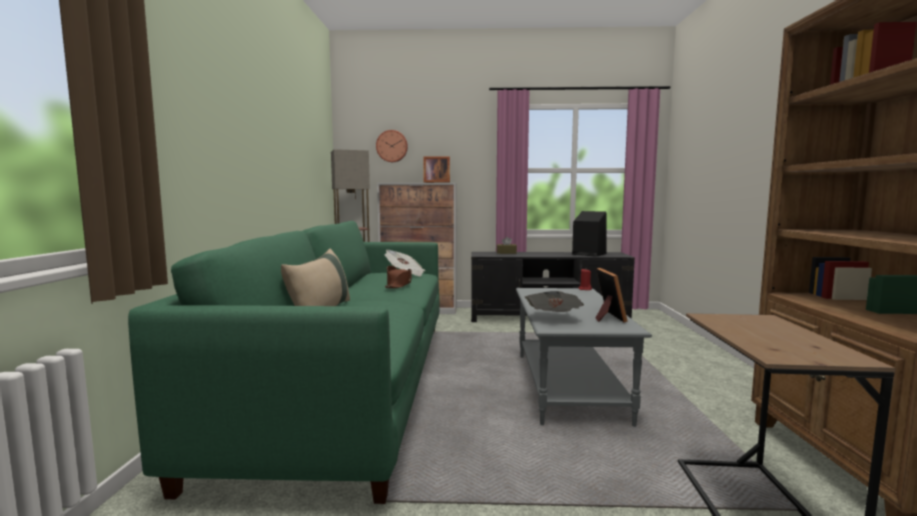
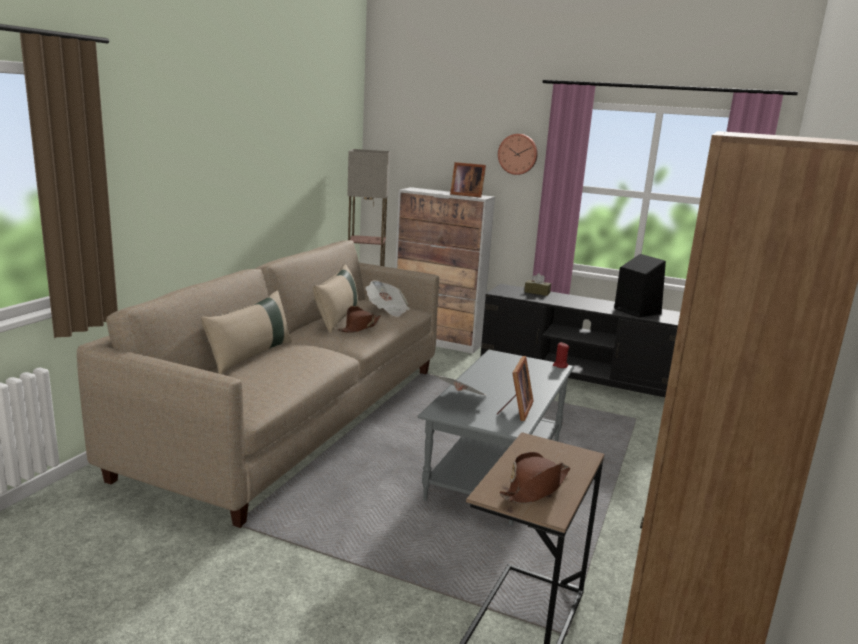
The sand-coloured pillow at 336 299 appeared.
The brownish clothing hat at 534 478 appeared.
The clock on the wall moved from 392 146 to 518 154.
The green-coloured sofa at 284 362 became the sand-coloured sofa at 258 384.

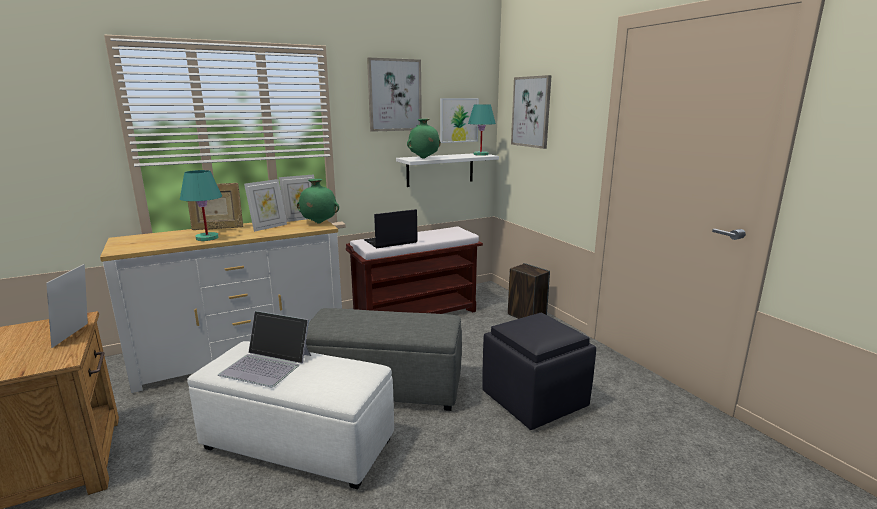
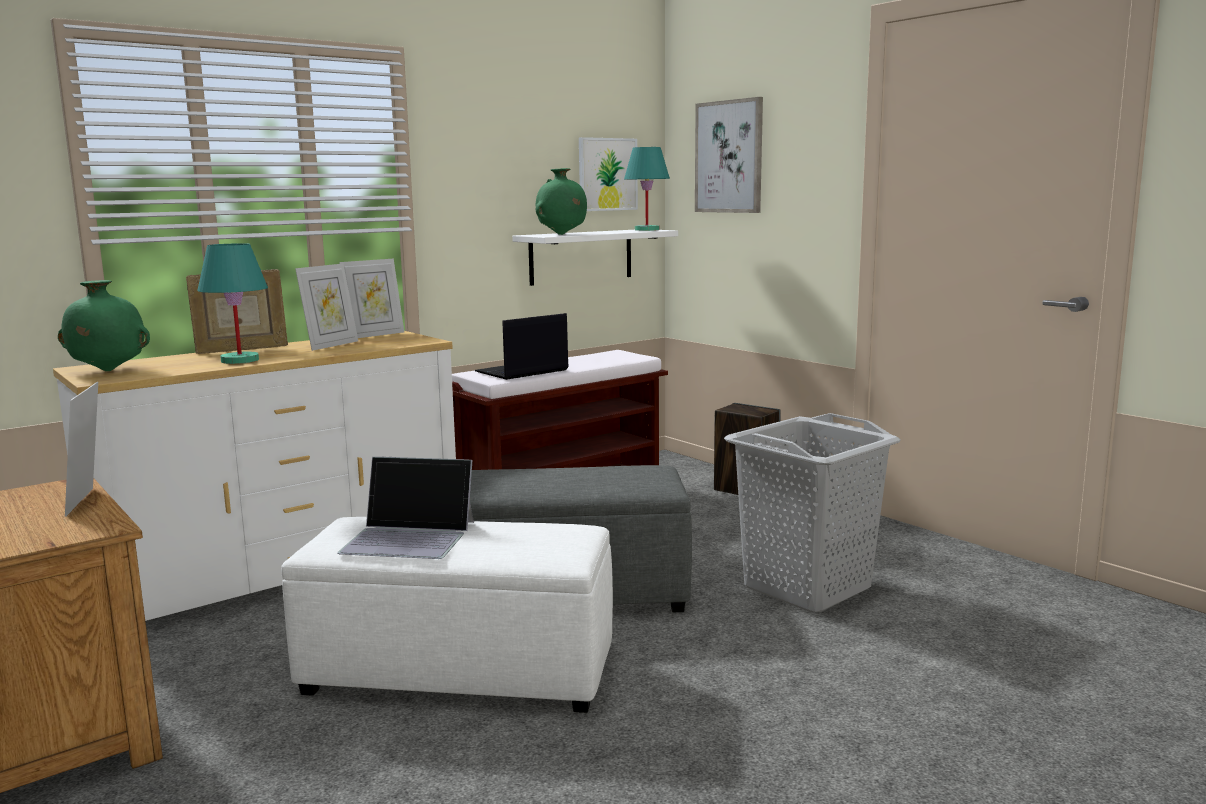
The wall picture at 394 94 disappeared.
The green-coloured flower vase moved from 318 201 to 104 325.
The blackish footrest at 539 371 was replaced by the greyish hamper at 812 512.

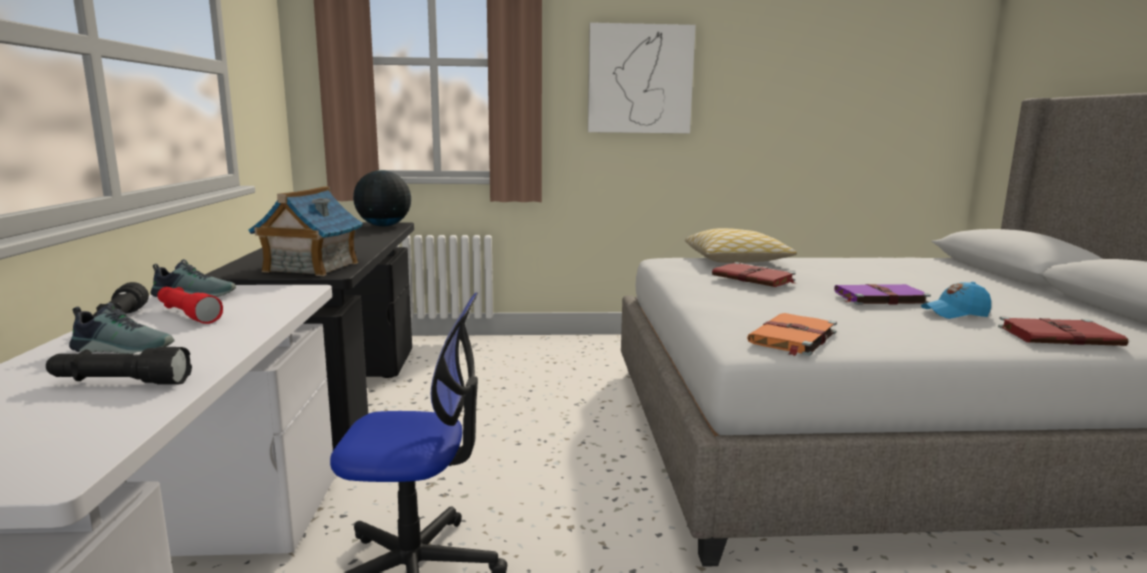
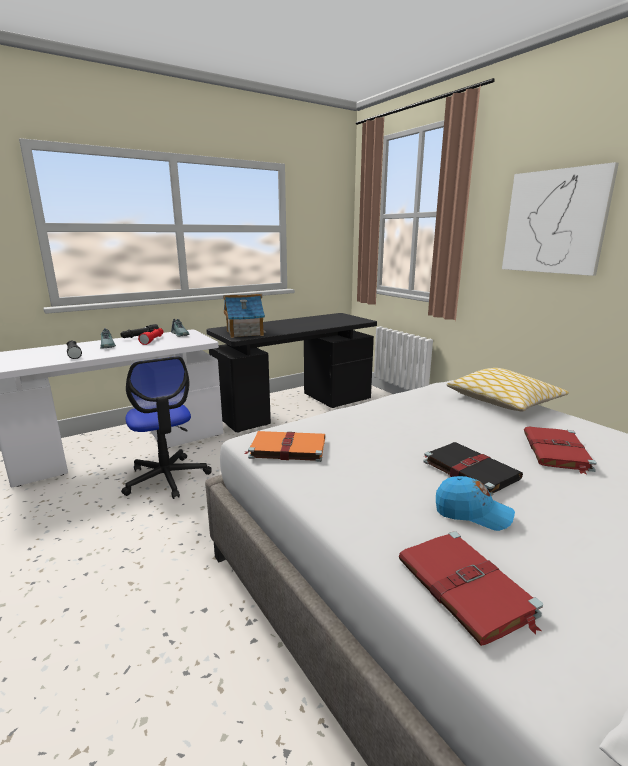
The globe at 382 198 disappeared.
The reddish bound book moved from 754 274 to 560 450.
The purple bound book at 882 294 became the blackish bound book at 473 469.
The blue-coloured cap at 956 300 turned 150 degrees clockwise.

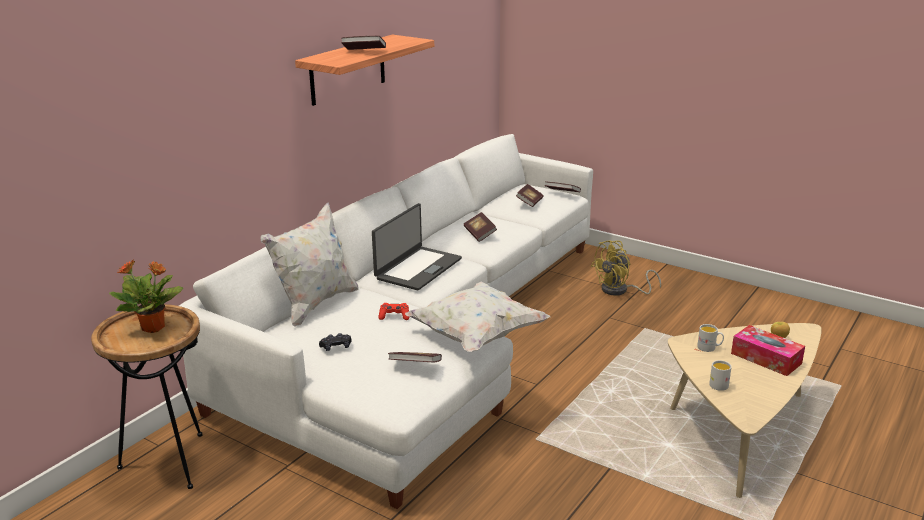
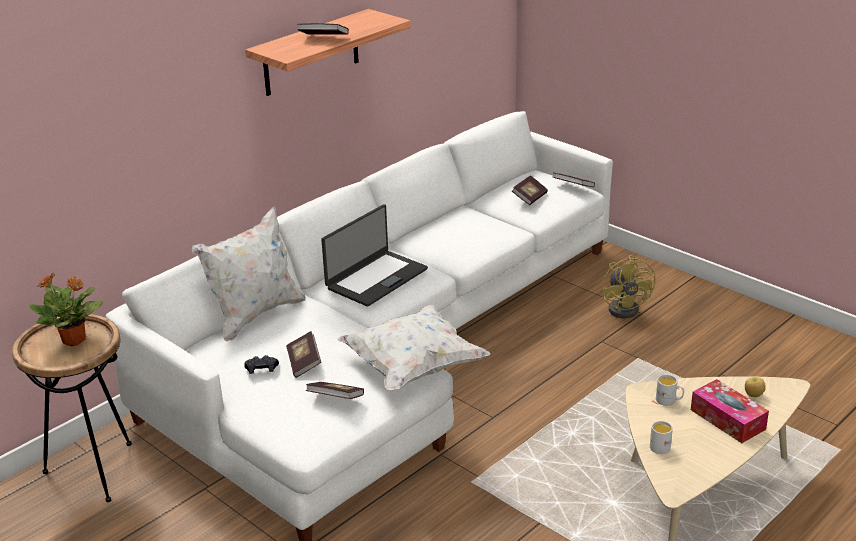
The reddish game controller at 394 311 disappeared.
The bound book moved from 480 227 to 303 354.
The yellow-coloured cooling fan at 626 268 turned 75 degrees counterclockwise.

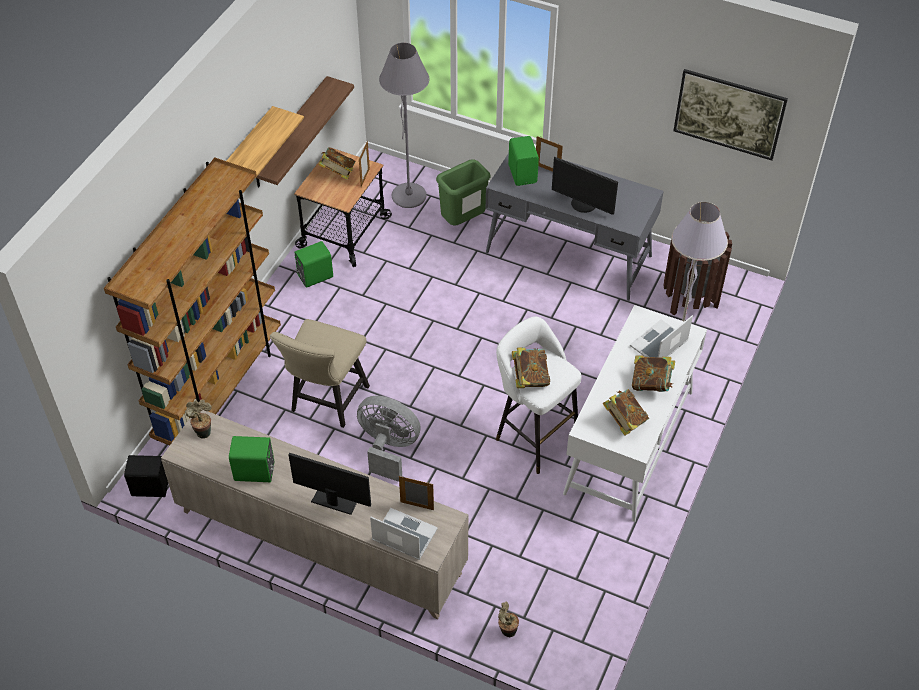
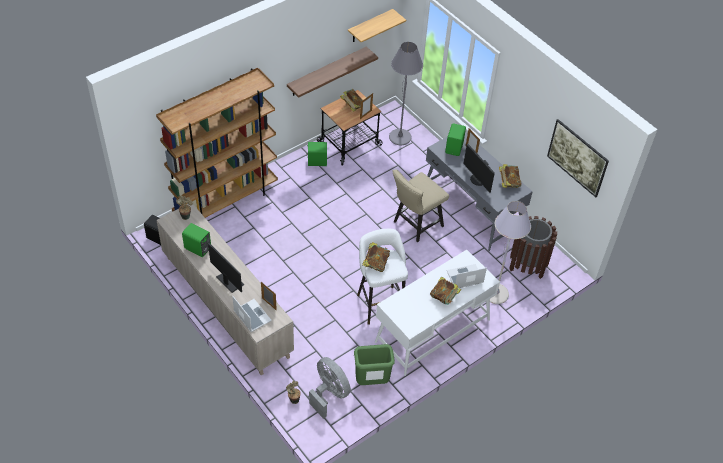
The wall shelf moved from 265 141 to 377 25.
The sand-coloured plain chair moved from 320 373 to 421 205.
The greyish cooling fan moved from 389 439 to 330 388.
The green-coloured trash can moved from 463 192 to 374 364.
The bound book moved from 626 412 to 510 176.

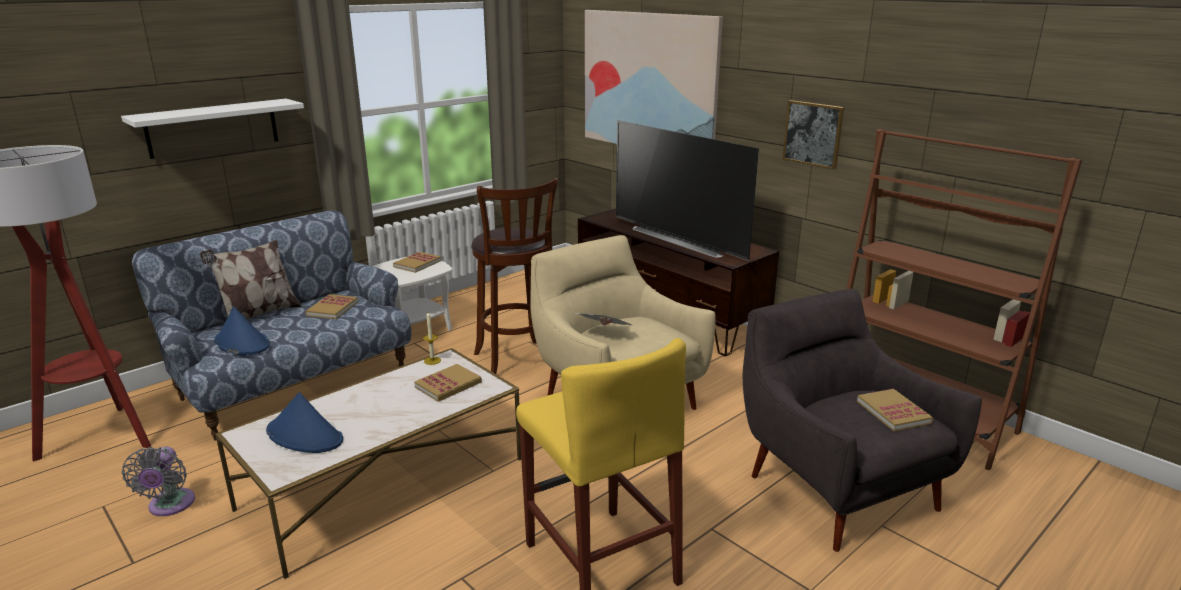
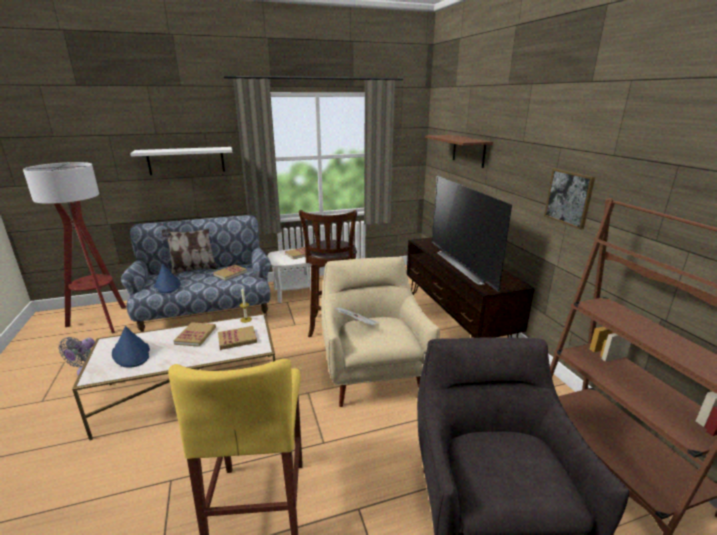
The bound book moved from 895 410 to 195 334.
The wall picture at 654 77 was replaced by the brownish wall shelf at 459 151.

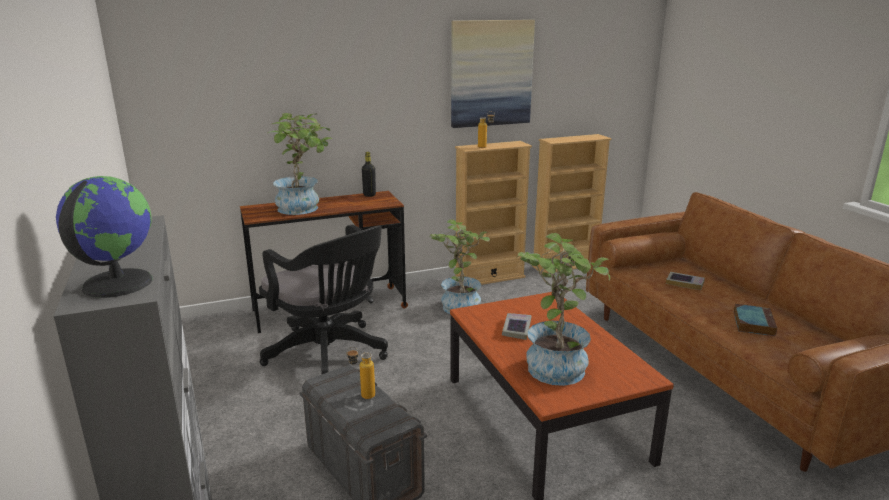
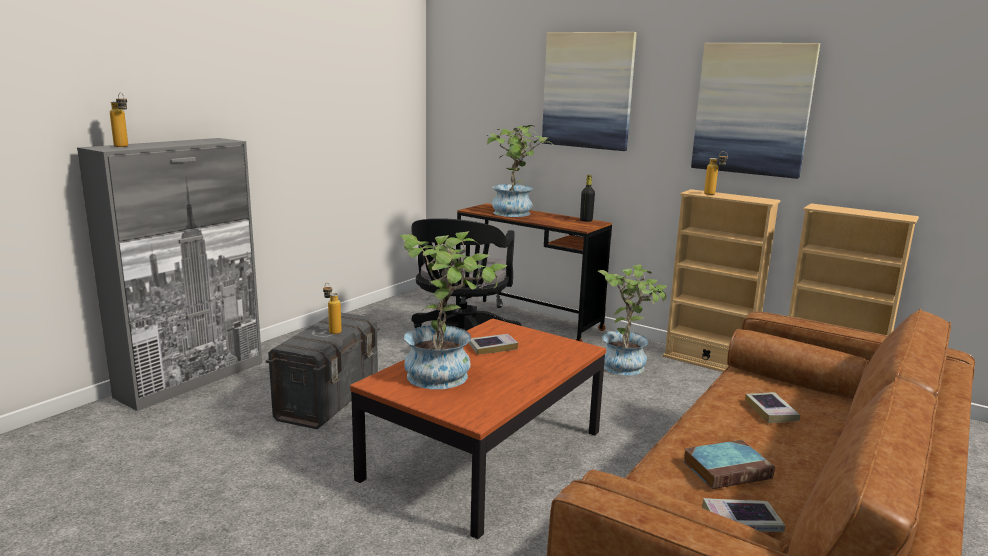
The wall picture at 589 91 appeared.
The bound book at 743 515 appeared.
The globe at 104 237 was replaced by the drink bottle at 119 119.

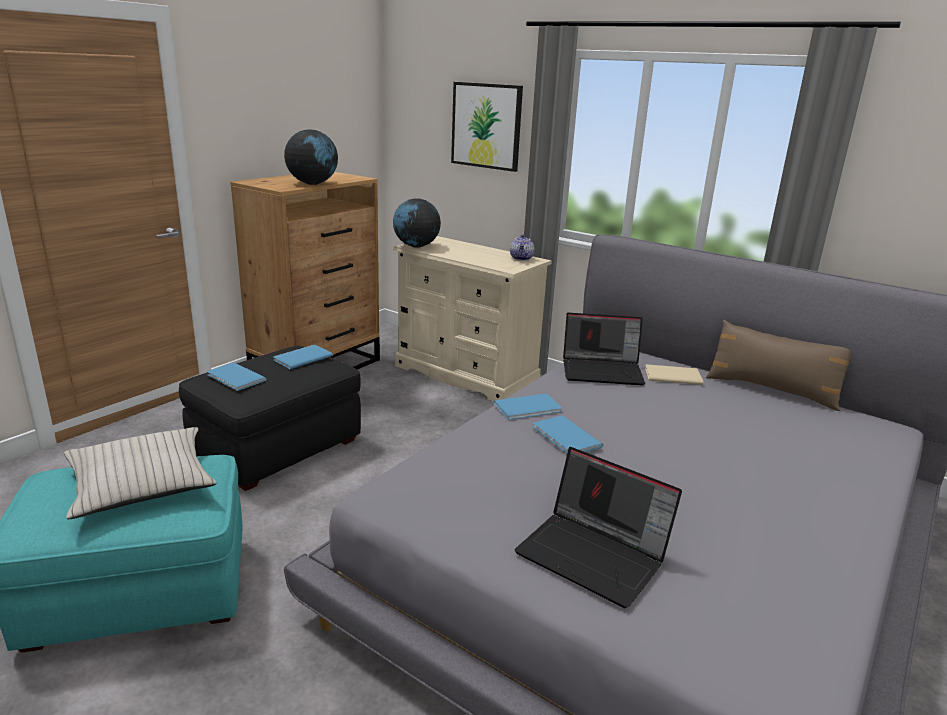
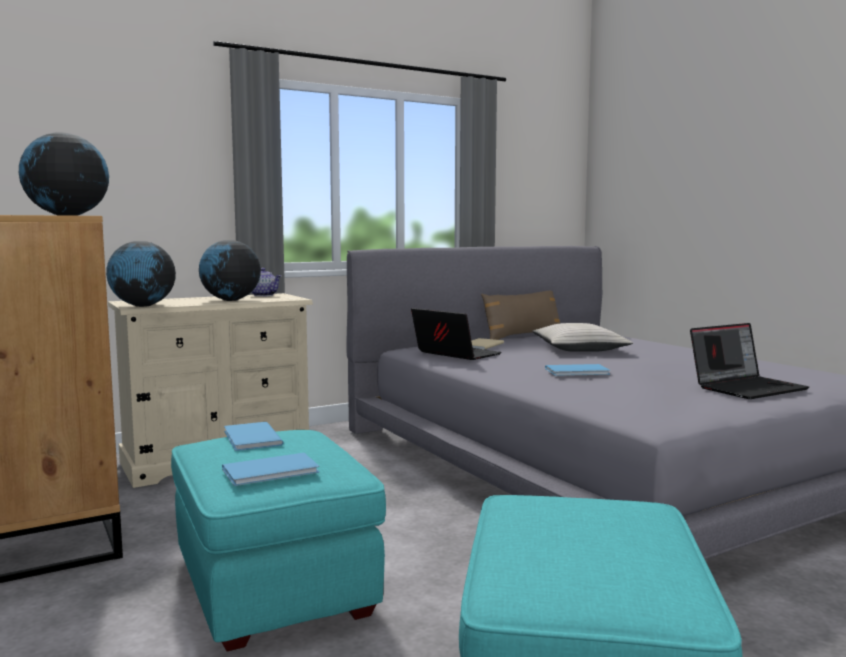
The wall picture at 487 127 disappeared.
The blue-coloured bound book at 528 406 disappeared.
The globe at 230 270 appeared.
The sand-coloured pillow moved from 140 473 to 582 337.
The blackish footrest at 270 418 became the turquoise-coloured footrest at 278 540.
The portable computer at 604 349 turned 75 degrees counterclockwise.

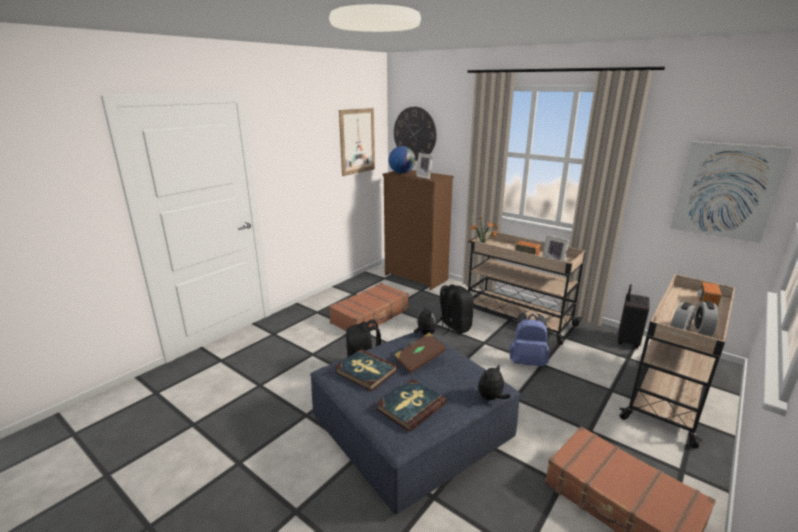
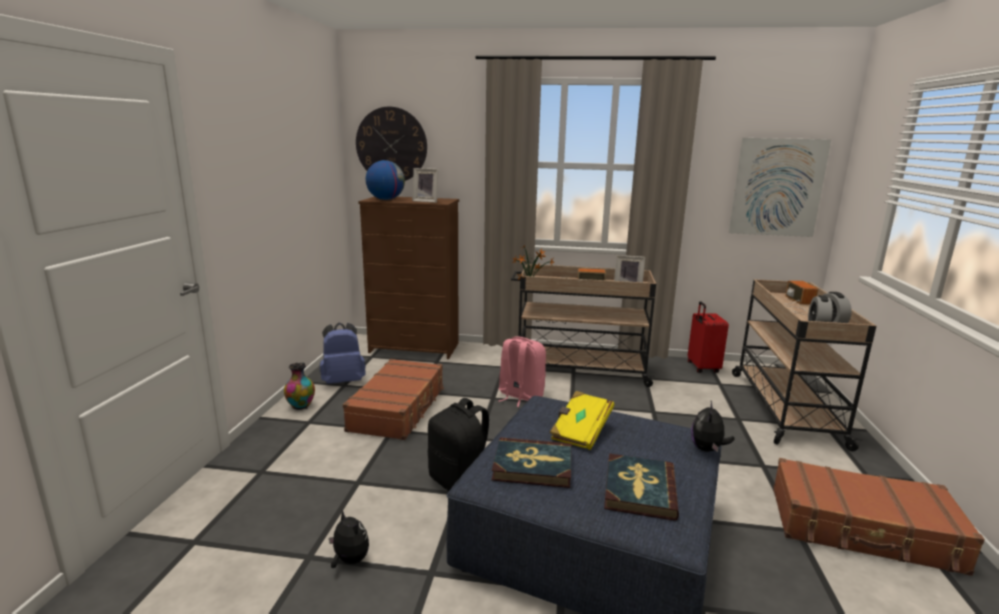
The wall picture at 357 142 disappeared.
The flower vase at 299 386 appeared.
The soft toy moved from 425 320 to 349 539.
The blue-coloured backpack moved from 529 340 to 343 353.
The brownish bound book at 420 352 became the yellow-coloured bound book at 581 420.
The blackish backpack at 455 309 became the pinkish backpack at 522 371.
The blackish suitcase at 633 316 became the reddish suitcase at 708 337.

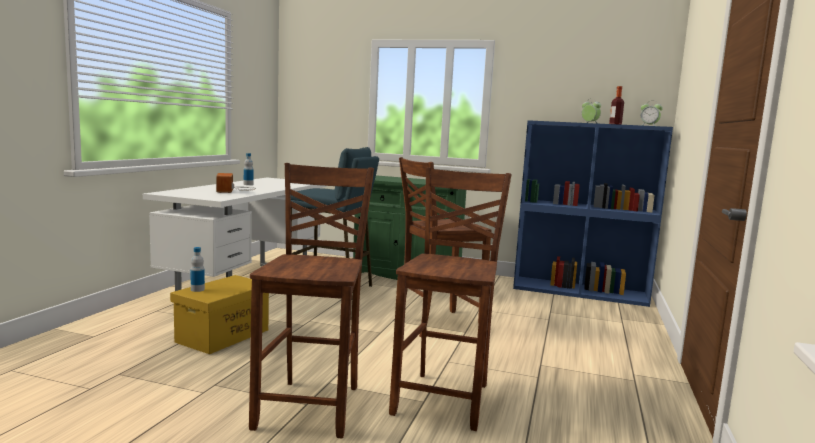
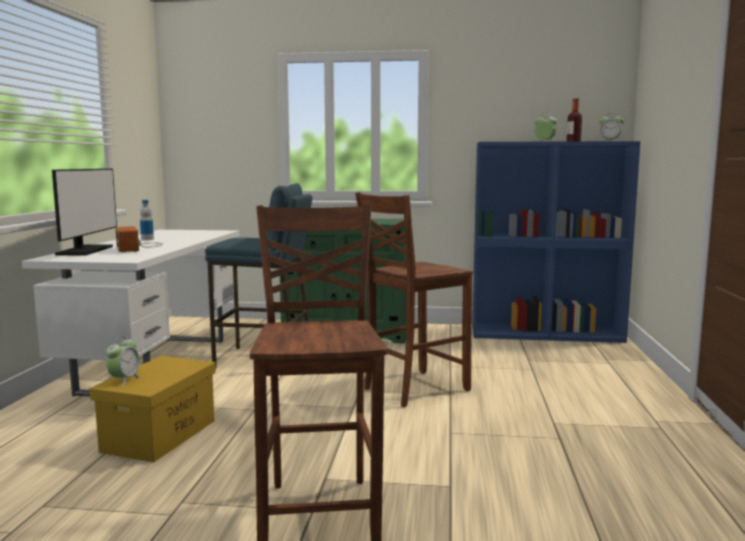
The brownish plain chair at 450 299 disappeared.
The computer screen at 84 212 appeared.
The drink bottle at 197 269 was replaced by the alarm clock at 123 361.

